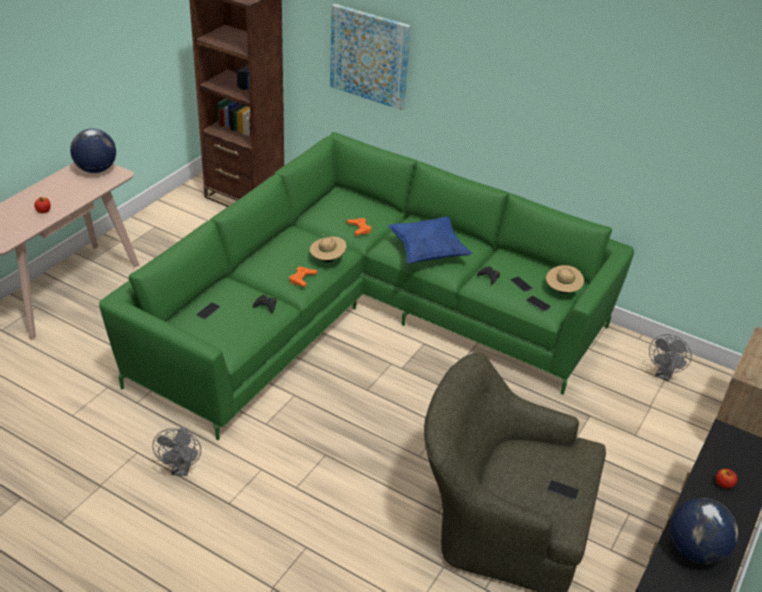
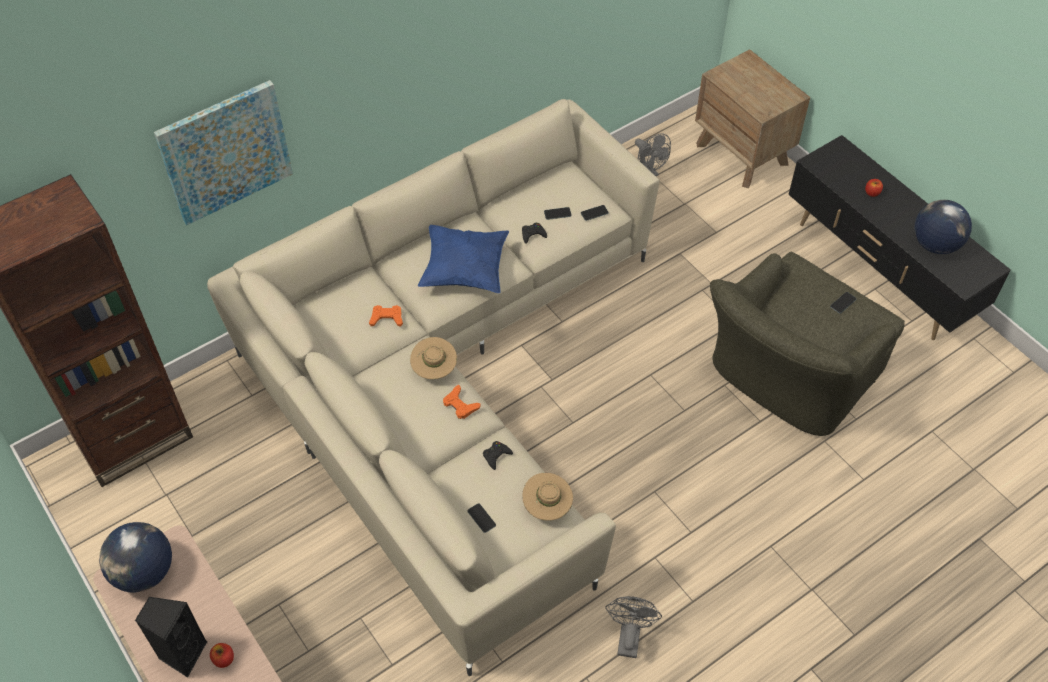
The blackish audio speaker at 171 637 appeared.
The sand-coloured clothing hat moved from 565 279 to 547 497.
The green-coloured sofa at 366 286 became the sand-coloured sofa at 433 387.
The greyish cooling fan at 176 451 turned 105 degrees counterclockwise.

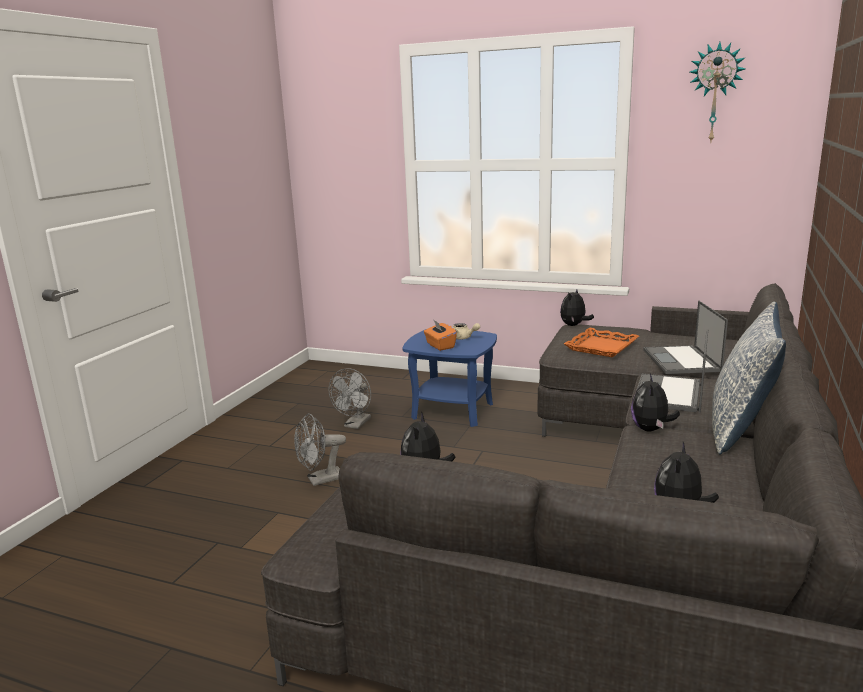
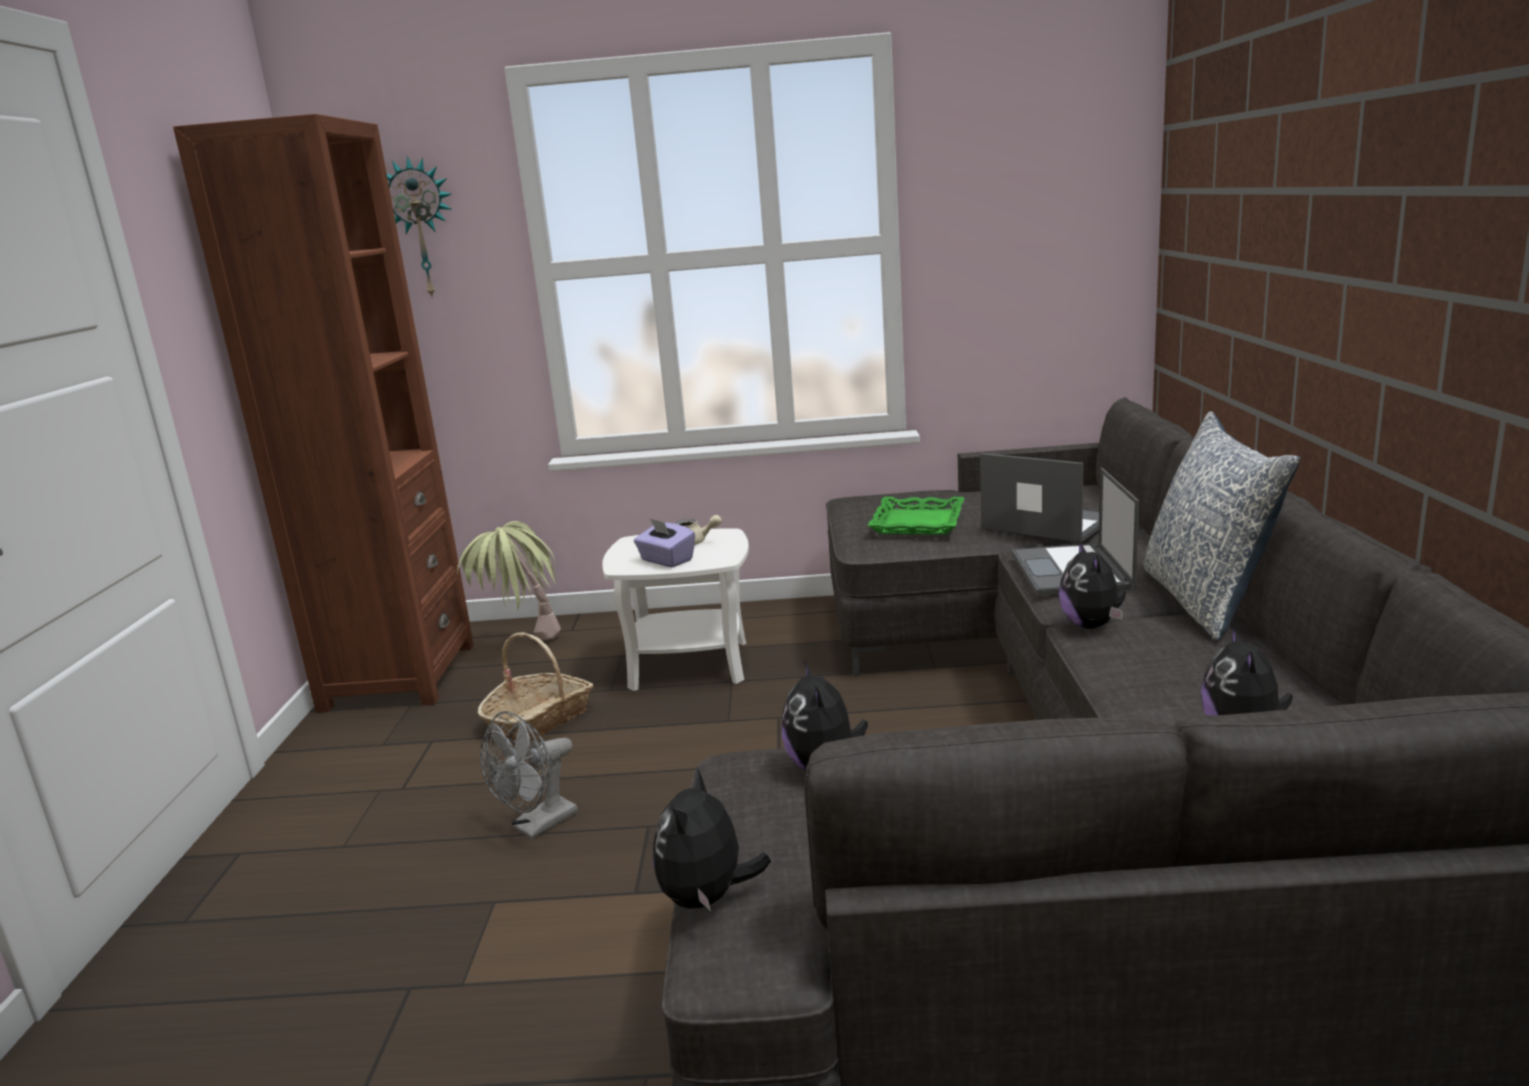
The brownish shelving unit at 323 413 appeared.
The houseplant at 509 580 appeared.
The soft toy moved from 577 308 to 712 839.
The clock on the wall moved from 718 93 to 419 227.
The greyish cooling fan at 349 398 was replaced by the household basket at 535 687.
The blue-coloured accent table at 450 378 became the white-coloured accent table at 675 610.
The orange tissue box at 440 335 became the purple tissue box at 664 543.
The orange tray at 601 343 became the green-coloured tray at 916 516.
The portable computer at 685 337 turned 150 degrees clockwise.

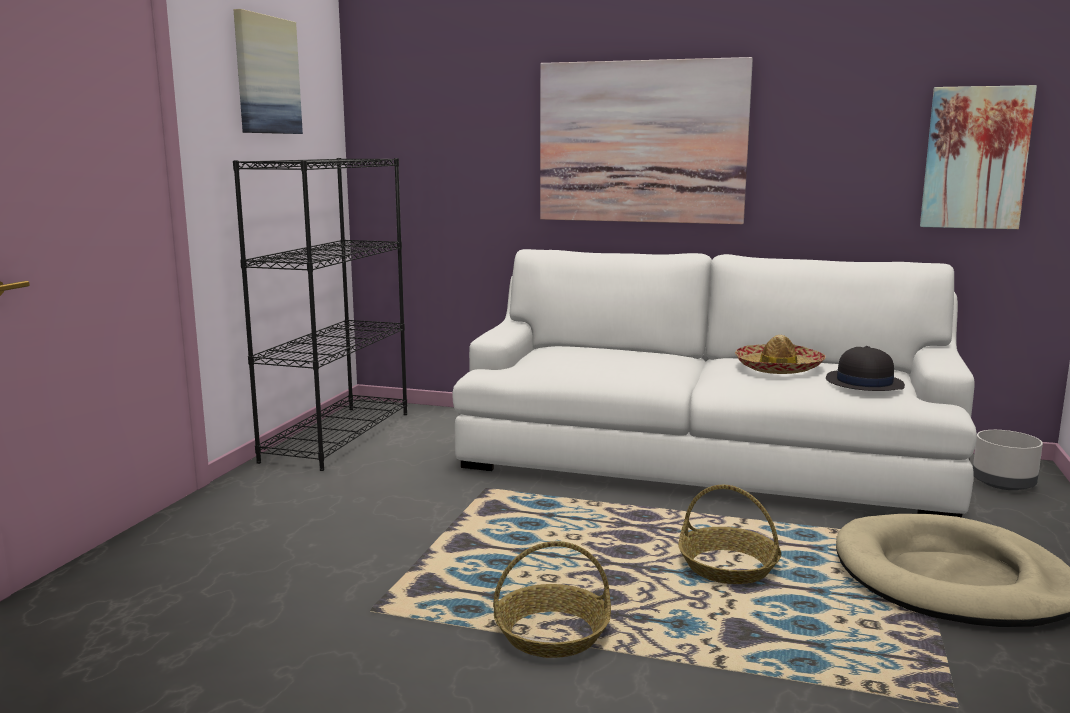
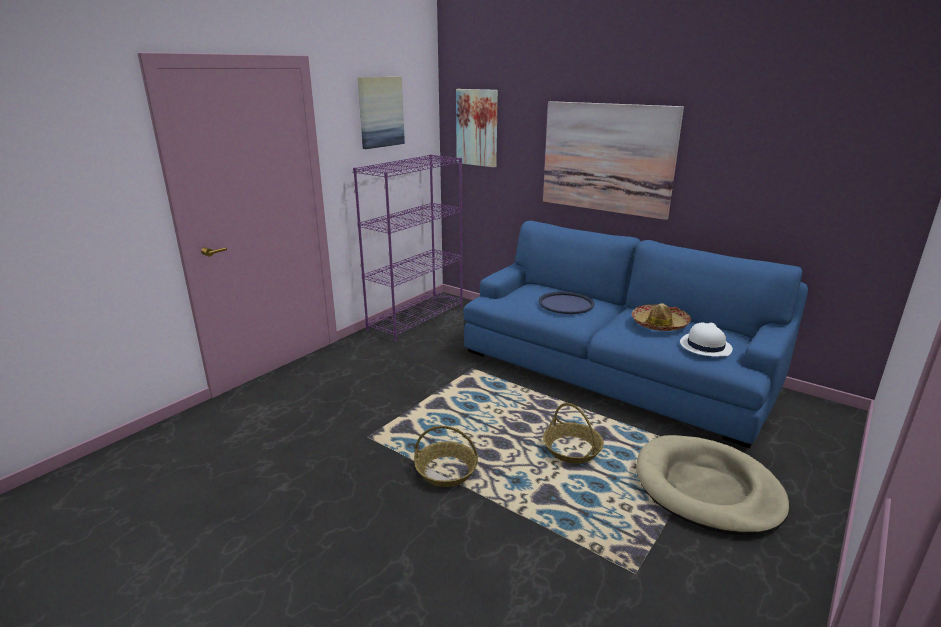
The greyish plant pot at 1008 460 disappeared.
The blue-coloured tray at 566 302 appeared.
The wall picture moved from 978 157 to 477 128.
The blackish shelving unit at 320 314 became the purple shelving unit at 408 248.
The white-coloured sofa at 715 383 became the blue-coloured sofa at 635 335.
The blackish clothing hat at 865 368 became the white-coloured clothing hat at 706 339.

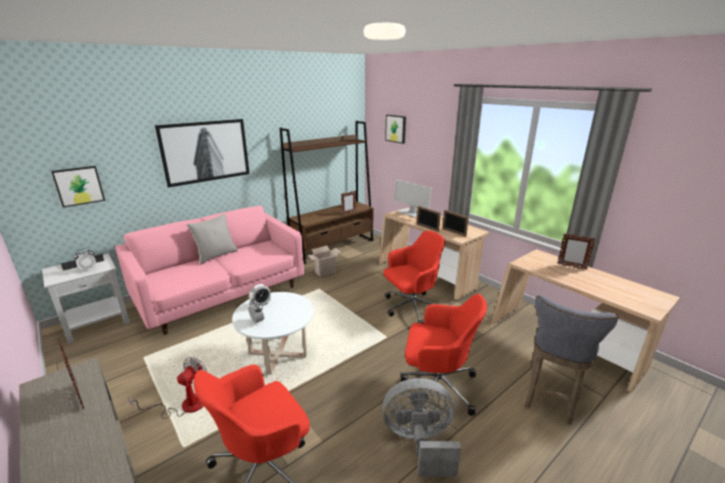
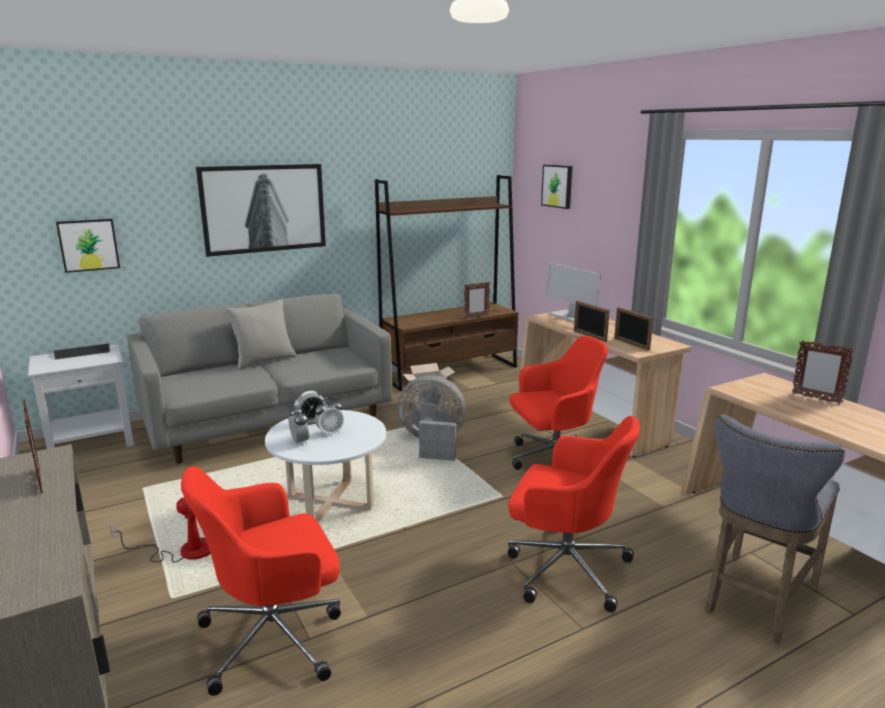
The alarm clock moved from 85 260 to 329 417.
The greyish cooling fan moved from 421 427 to 432 418.
The pinkish sofa at 209 270 became the greyish sofa at 260 379.

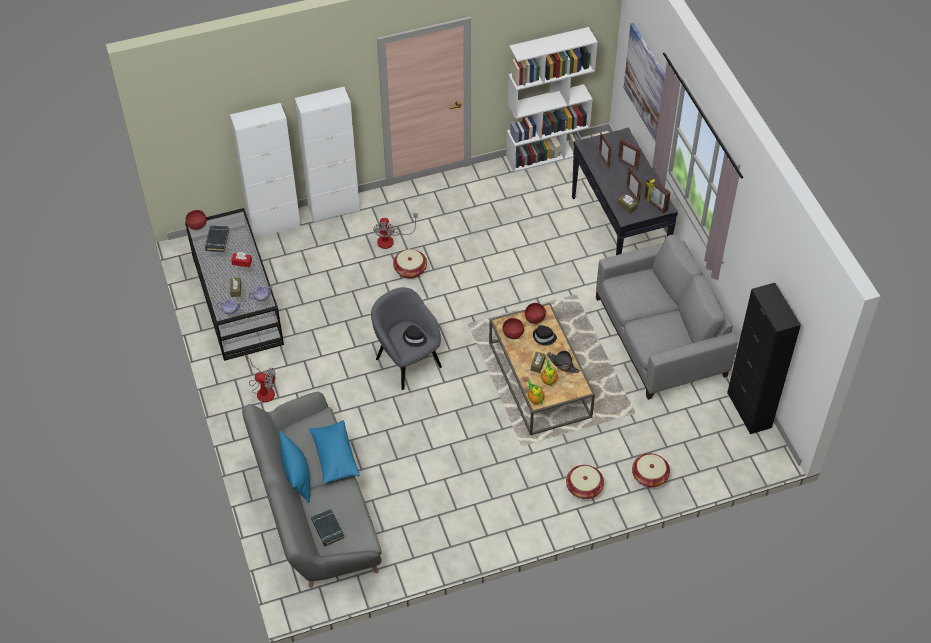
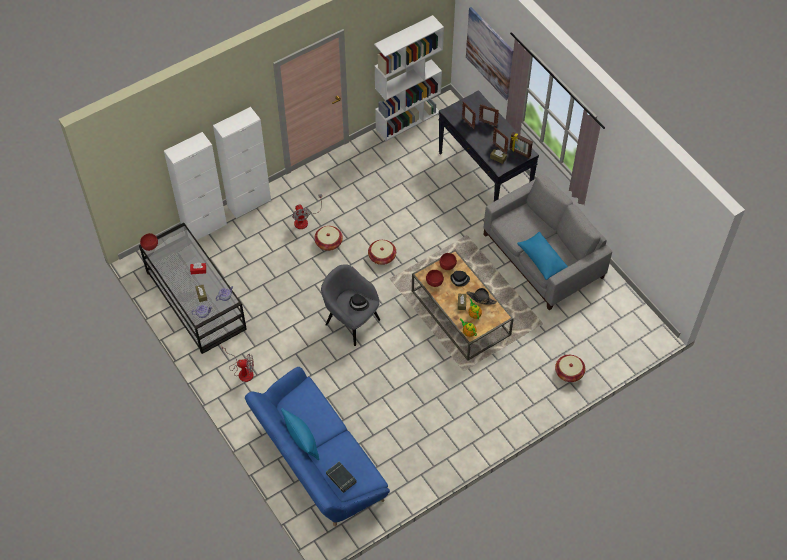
The blackish bound book at 217 238 disappeared.
The blackish storage cabinet at 764 358 disappeared.
The blue-coloured pillow moved from 334 452 to 542 256.
The household basket moved from 585 482 to 382 252.
The greyish sofa at 312 490 became the blue-coloured sofa at 317 447.

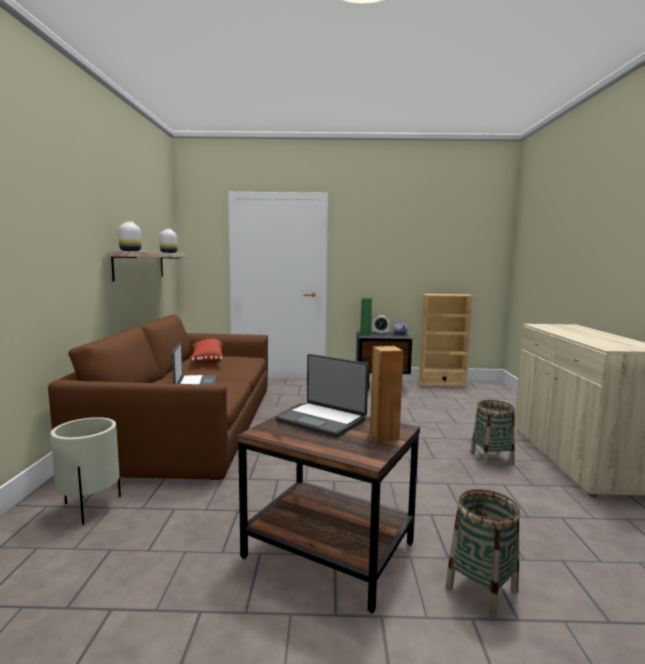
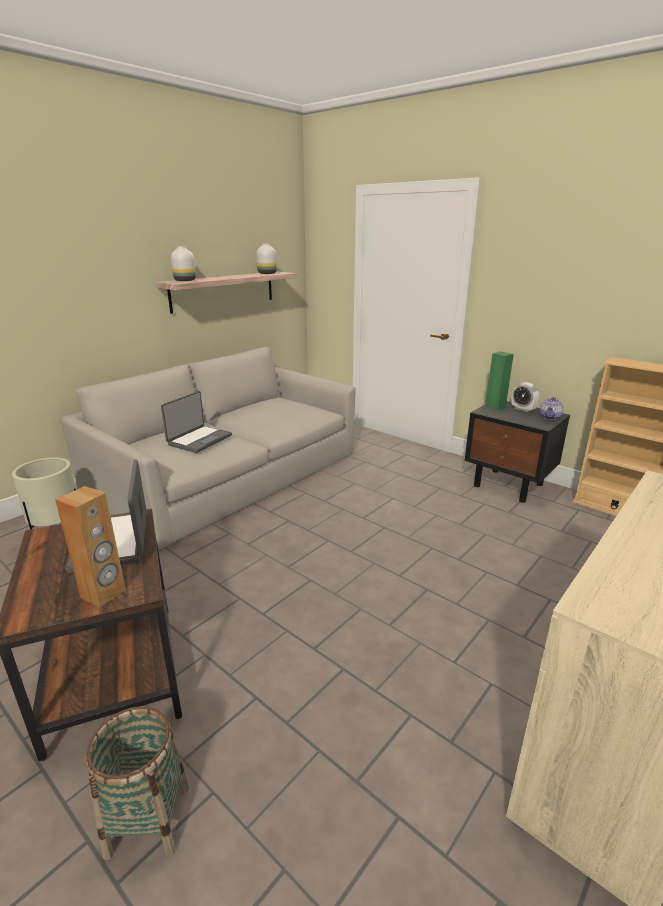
The reddish pillow at 206 351 disappeared.
The household basket at 493 433 disappeared.
The brownish sofa at 158 397 became the greyish sofa at 208 448.

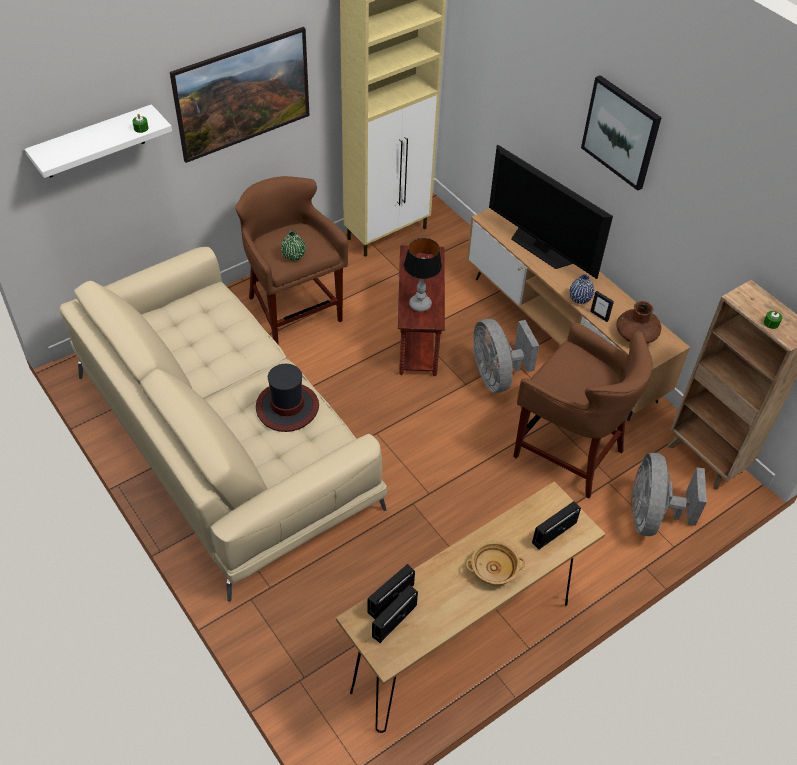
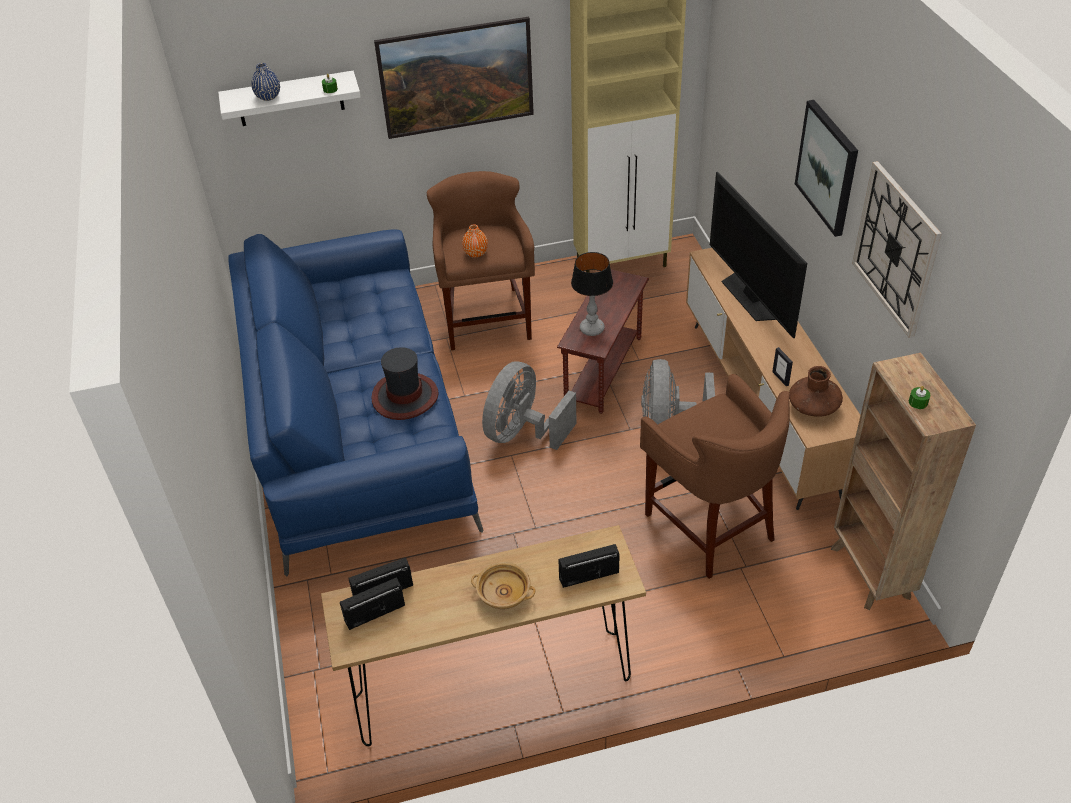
The clock on the wall at 897 249 appeared.
The blue-coloured flower vase moved from 581 289 to 265 82.
The greyish cooling fan moved from 669 494 to 529 405.
The sand-coloured sofa at 223 424 became the blue-coloured sofa at 355 403.
The green-coloured flower vase at 293 246 became the orange flower vase at 475 241.

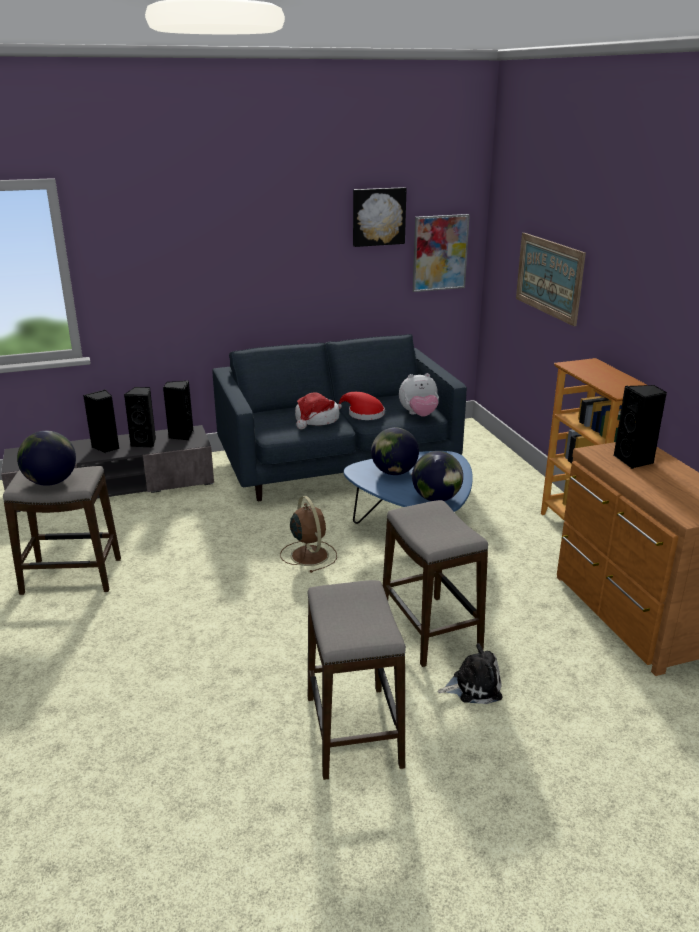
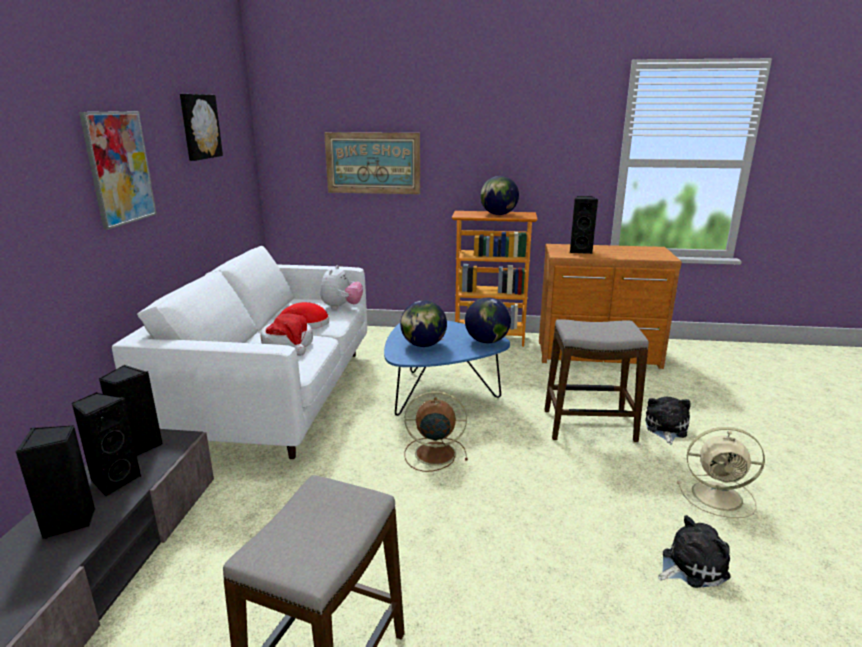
The soft toy at 694 551 appeared.
The globe moved from 46 458 to 499 195.
The wall picture moved from 441 253 to 118 170.
The stool at 356 680 was replaced by the sand-coloured cooling fan at 721 472.
The blue-coloured sofa at 339 417 became the white-coloured sofa at 239 352.

